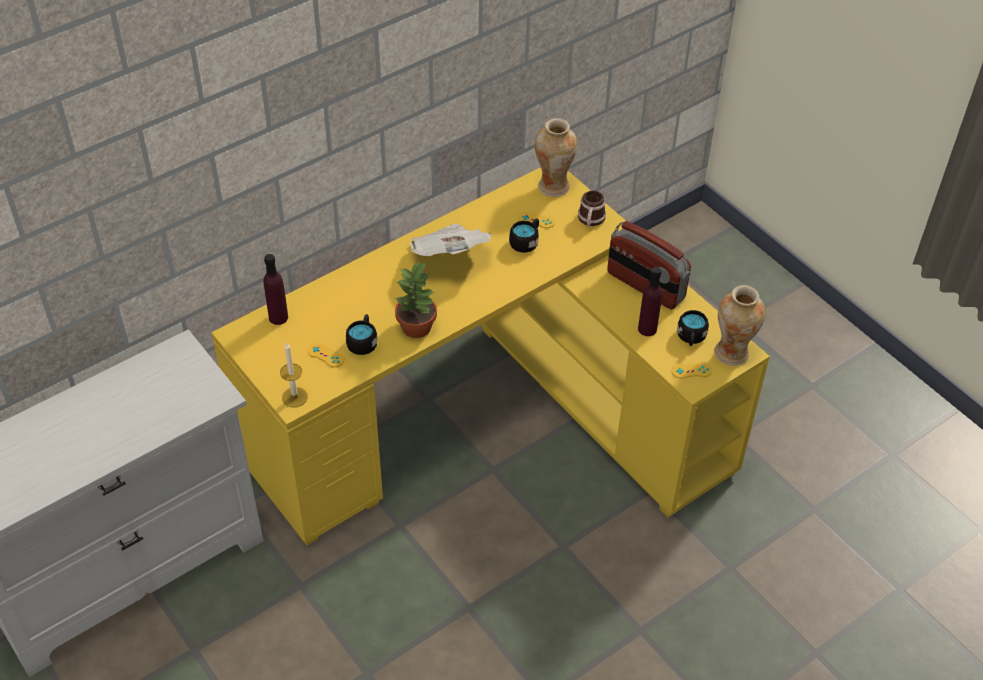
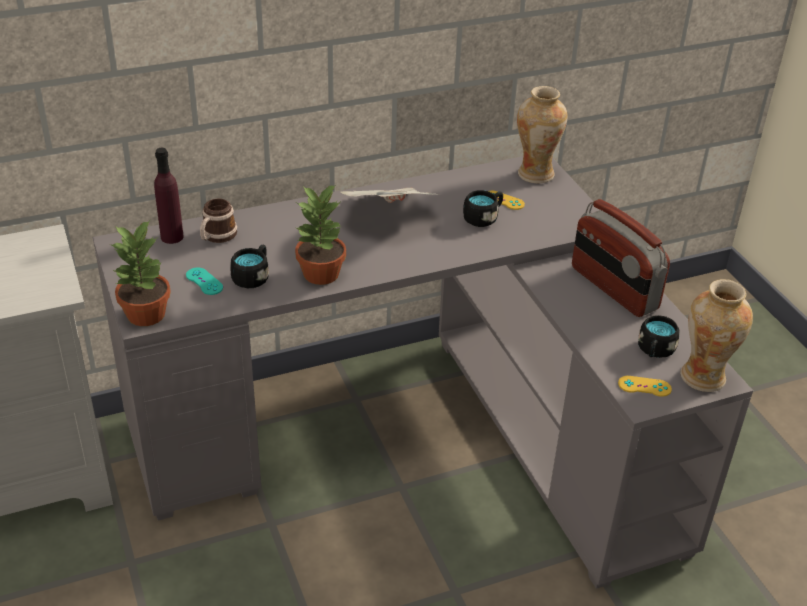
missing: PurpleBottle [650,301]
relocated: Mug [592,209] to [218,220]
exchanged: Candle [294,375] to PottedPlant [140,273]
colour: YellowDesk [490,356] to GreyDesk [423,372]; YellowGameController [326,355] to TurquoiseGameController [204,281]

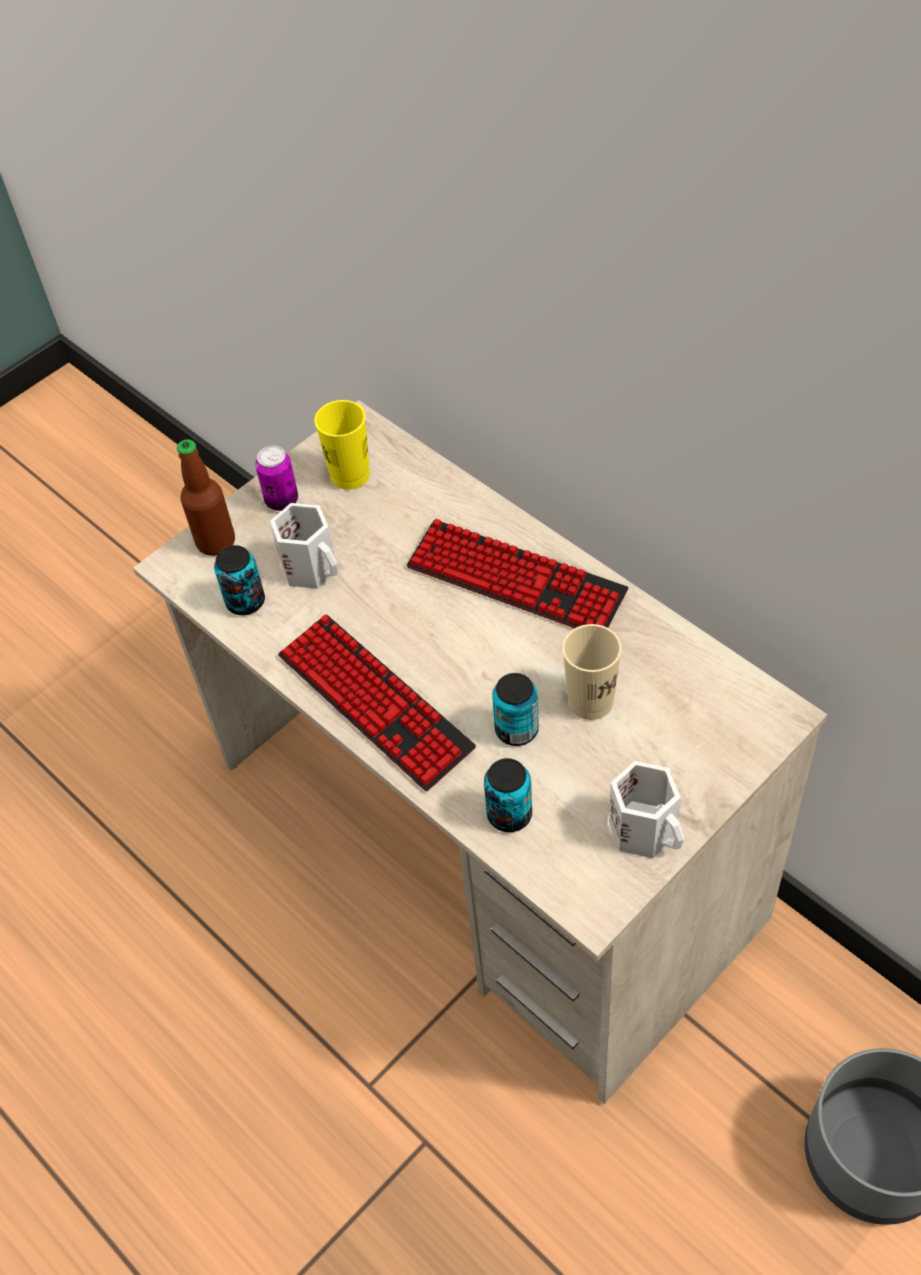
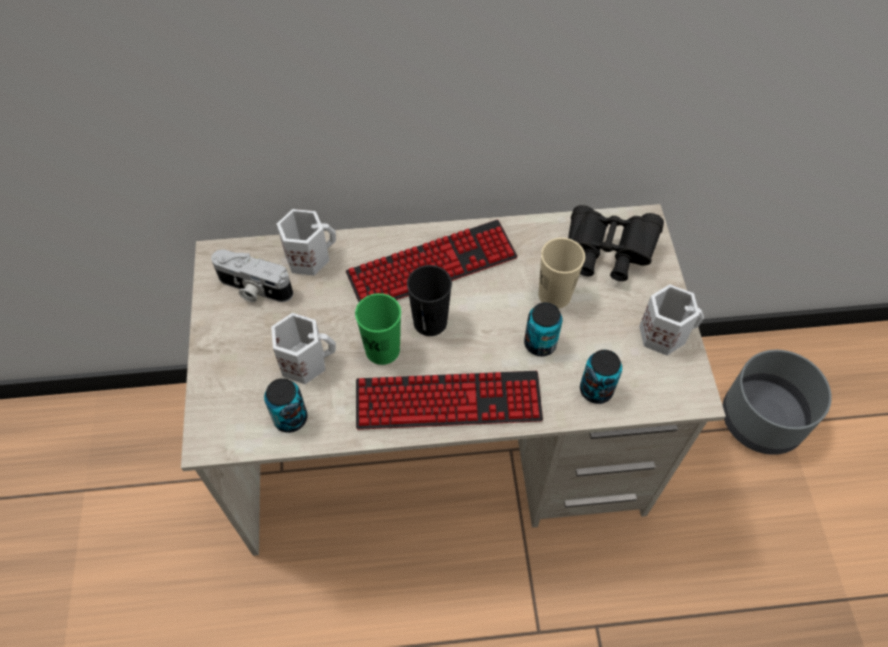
missing: Bottle [206,497]; Can [276,478]
appeared: WhiteMug [306,242]; GreenCup [378,329]; BlackCup [429,300]; BlackBinoculars [616,243]
exchanged: YellowCup [342,445] to PhotoCamera [252,275]

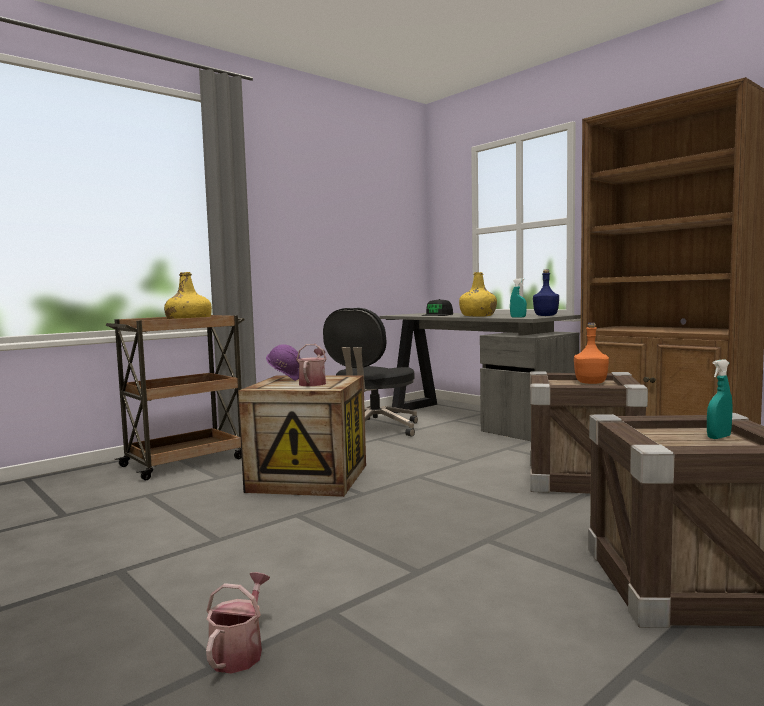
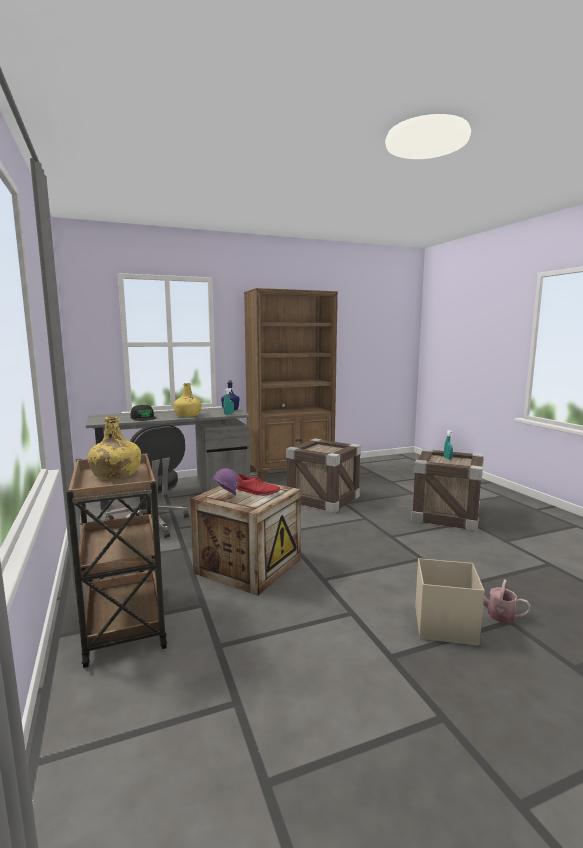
missing: OrangeBottle [591,353]
appeared: BeigeStorageBox [449,602]
exchanged: WateringCan [311,365] to RedShoe [259,485]

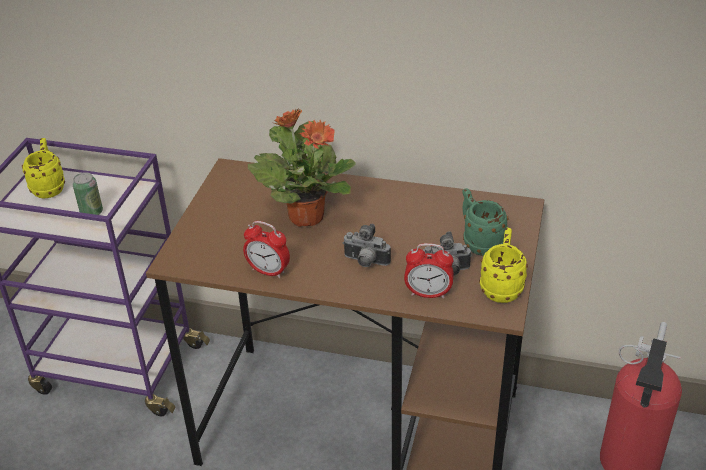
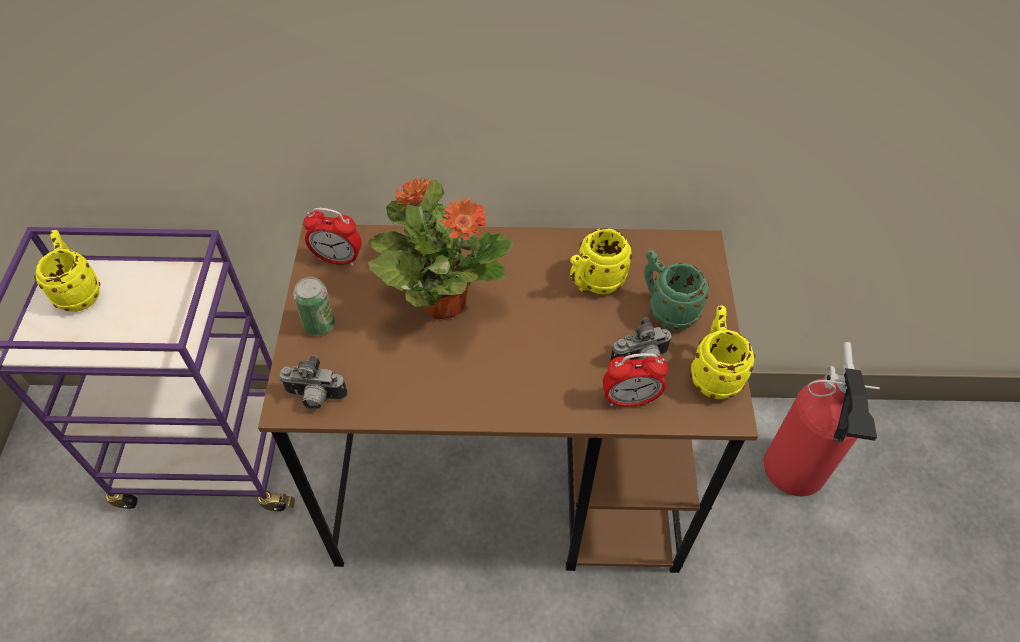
appeared: YellowMug [601,261]
relocated: Can [88,193] to [314,306]; AlarmClock [266,249] to [332,237]; PhotoCamera [367,245] to [313,382]

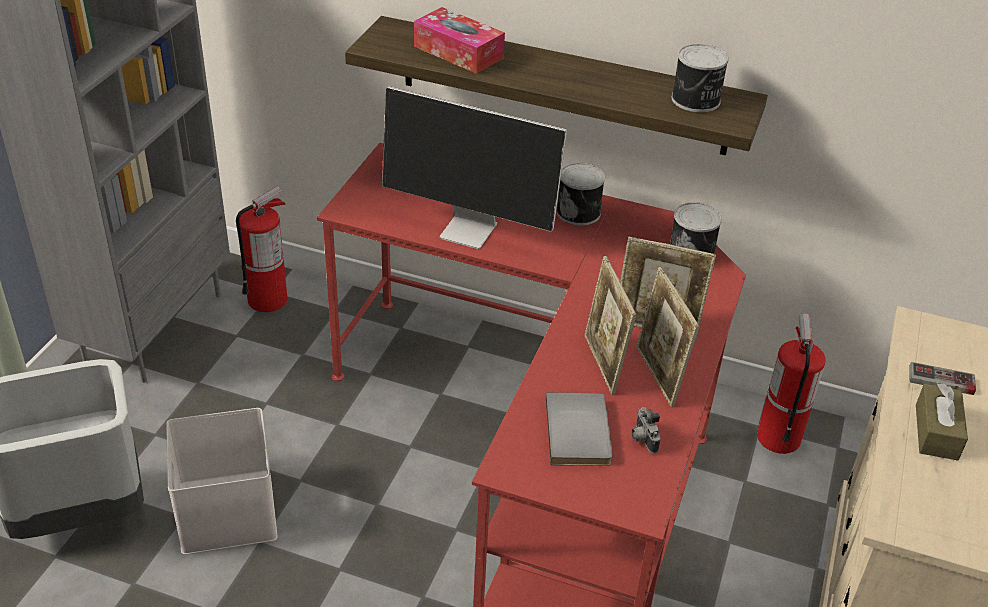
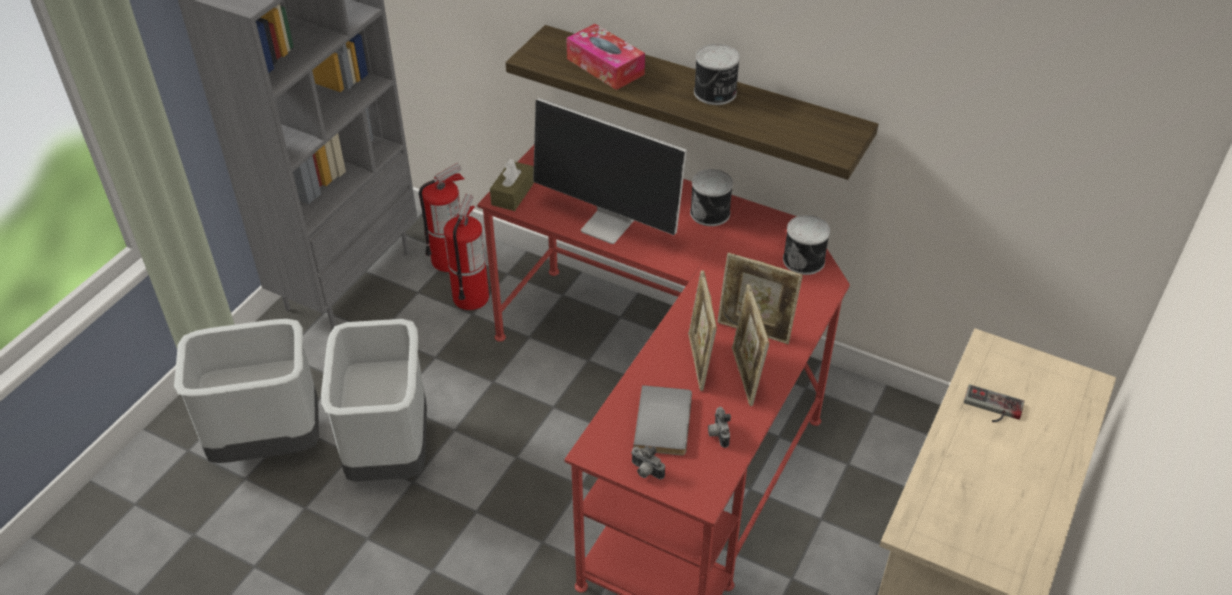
appeared: PhotoCamera [648,463]
relocated: Can [700,78] to [717,74]; FireExtinguisher [791,384] to [466,252]; BrownTissueBox [942,422] to [512,185]
exchanged: WhiteStorageBox [221,481] to GreyTrashCan [374,400]

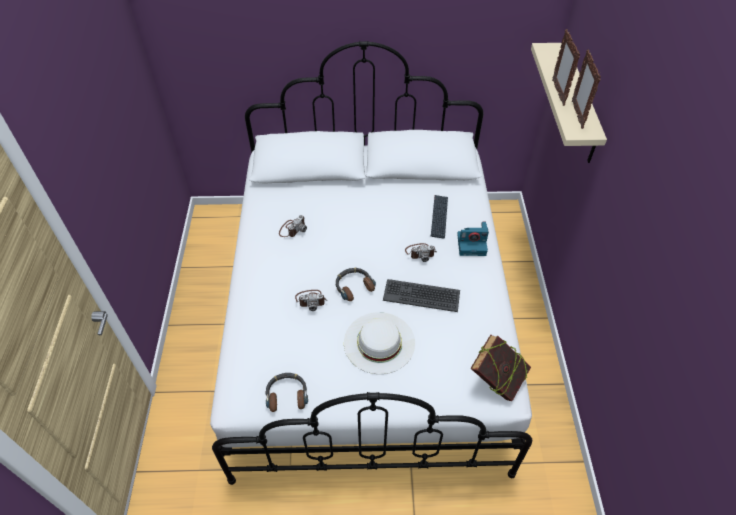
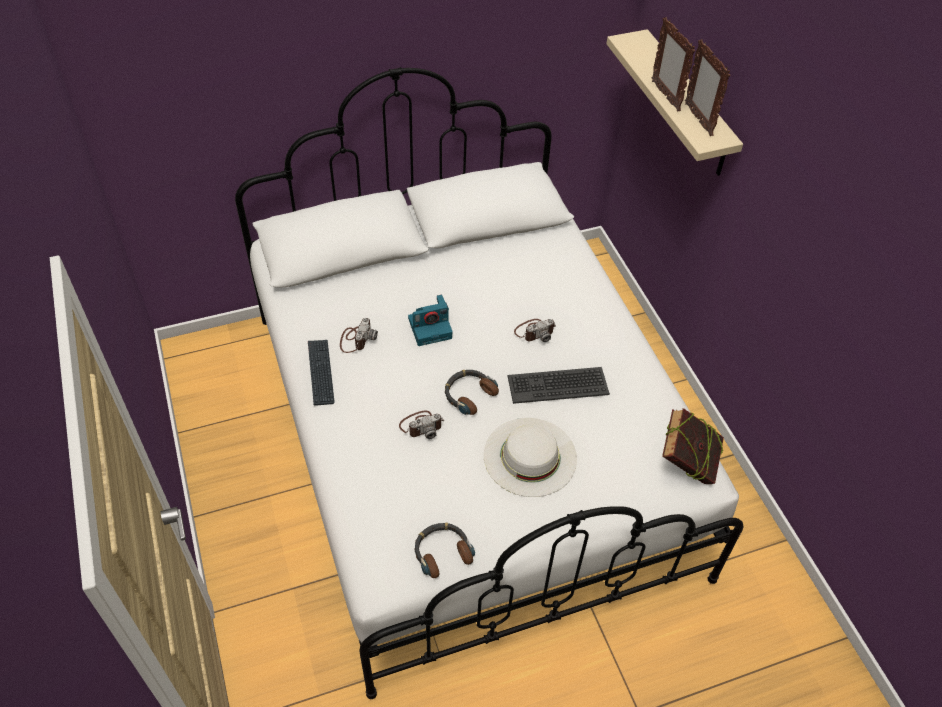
relocated: Keyboard [439,216] to [321,373]; PhotoCamera [473,239] to [430,320]

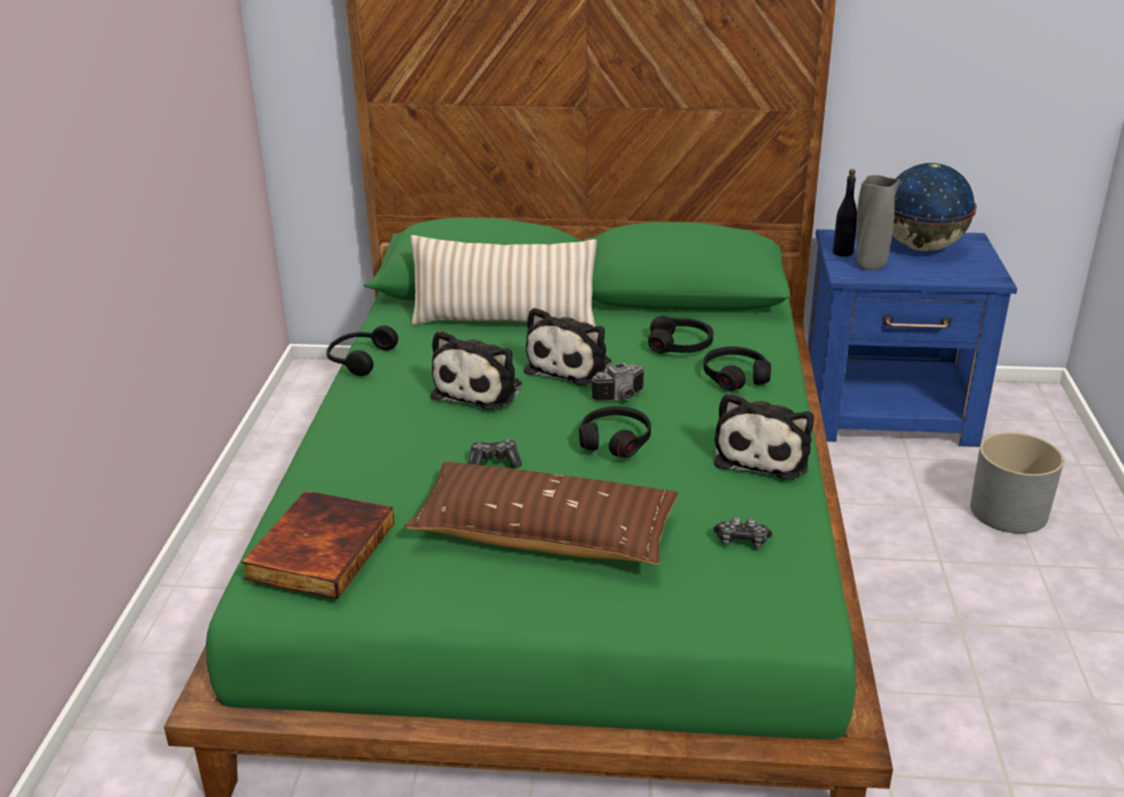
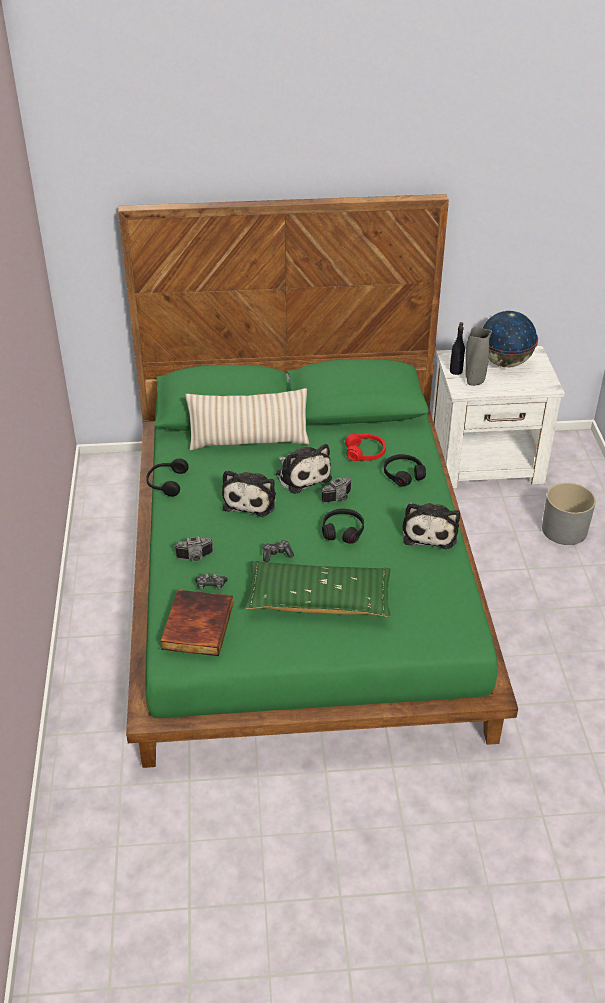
appeared: PhotoCamera [193,548]
relocated: GameController [743,533] to [211,581]
colour: BrownPillow [541,513] to GreenPillow [318,589]; BlackHeadphones [680,334] to RedHeadphones [365,447]; BlueNightstand [912,338] to WhiteNightstand [498,417]
spun: PlushToy [567,346] = [304,469] 45 degrees counterclockwise

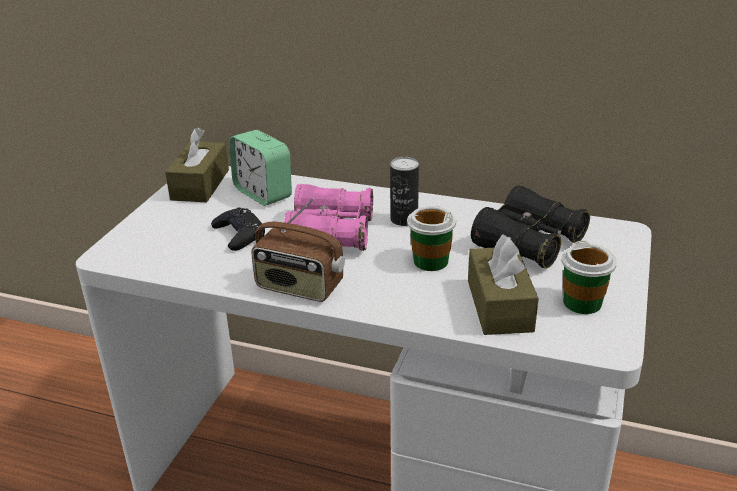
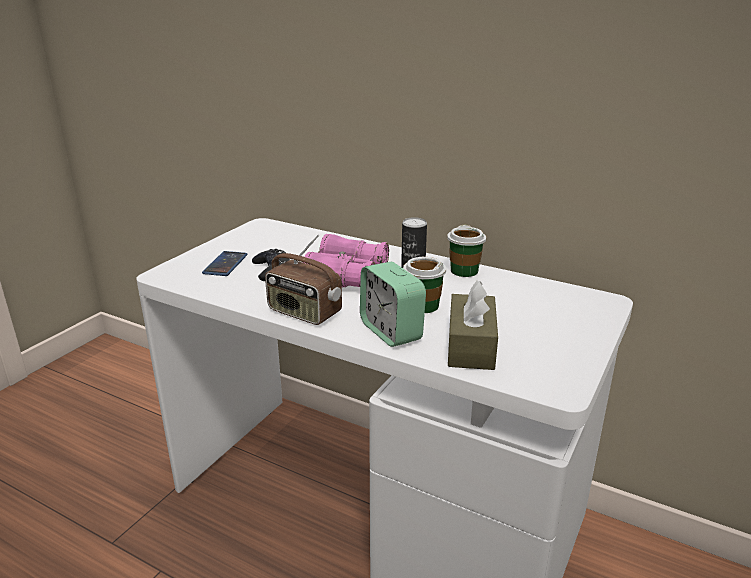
missing: BrownTissueBox [197,165]; BlackBinoculars [530,226]
appeared: Phone [225,263]
relocated: AlarmClock [260,168] to [393,304]; Cup [589,277] to [466,251]

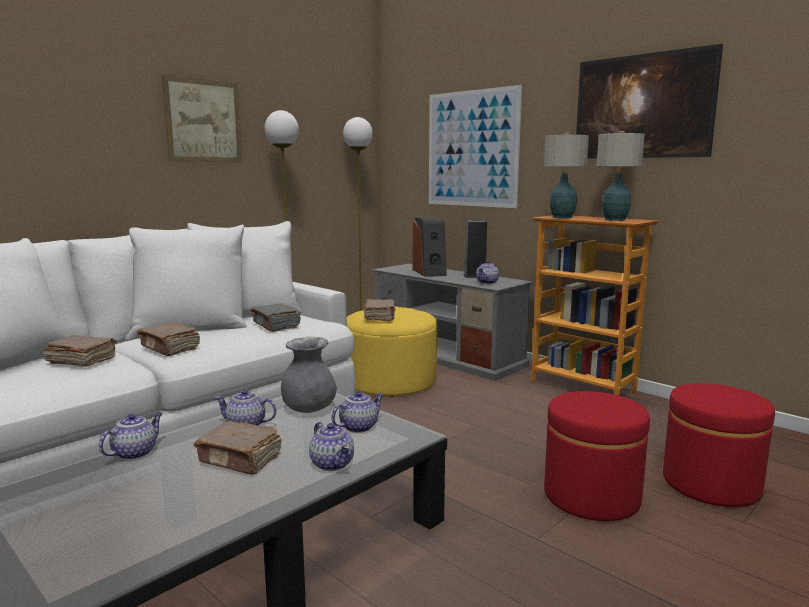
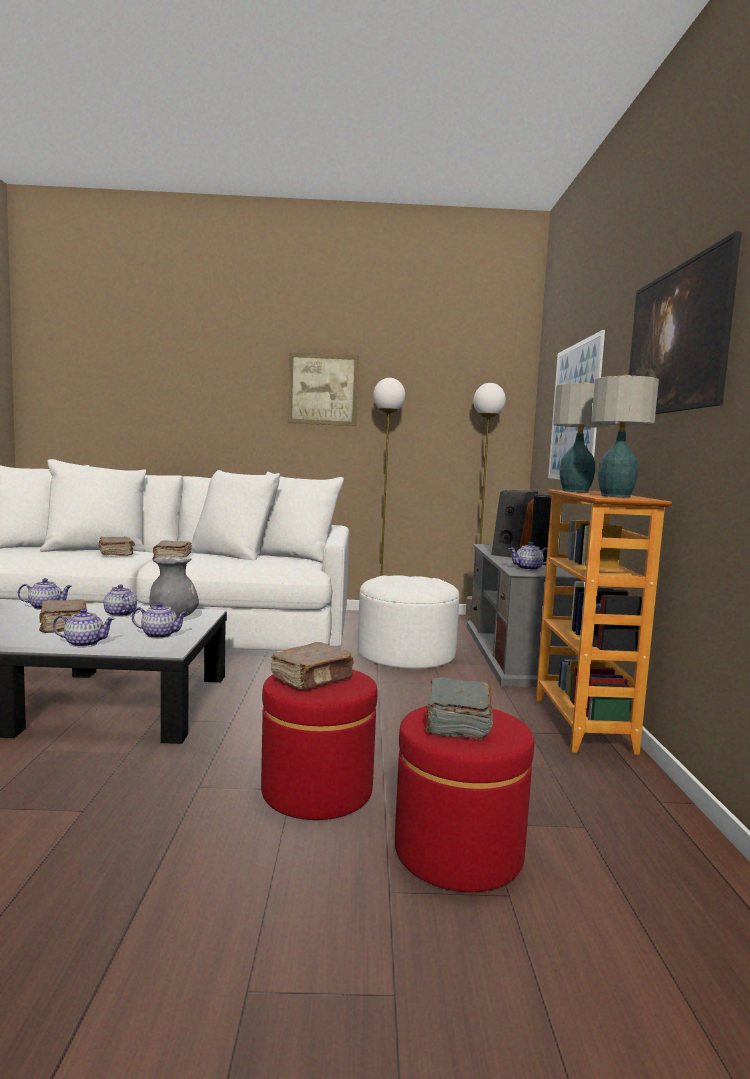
relocated: GreyBook [276,317] to [459,708]; BrownBook [379,310] to [312,665]
colour: YellowOttoman [392,351] to WhiteOttoman [408,622]
spun: Teapot [331,446] = [84,628] 105 degrees counterclockwise

